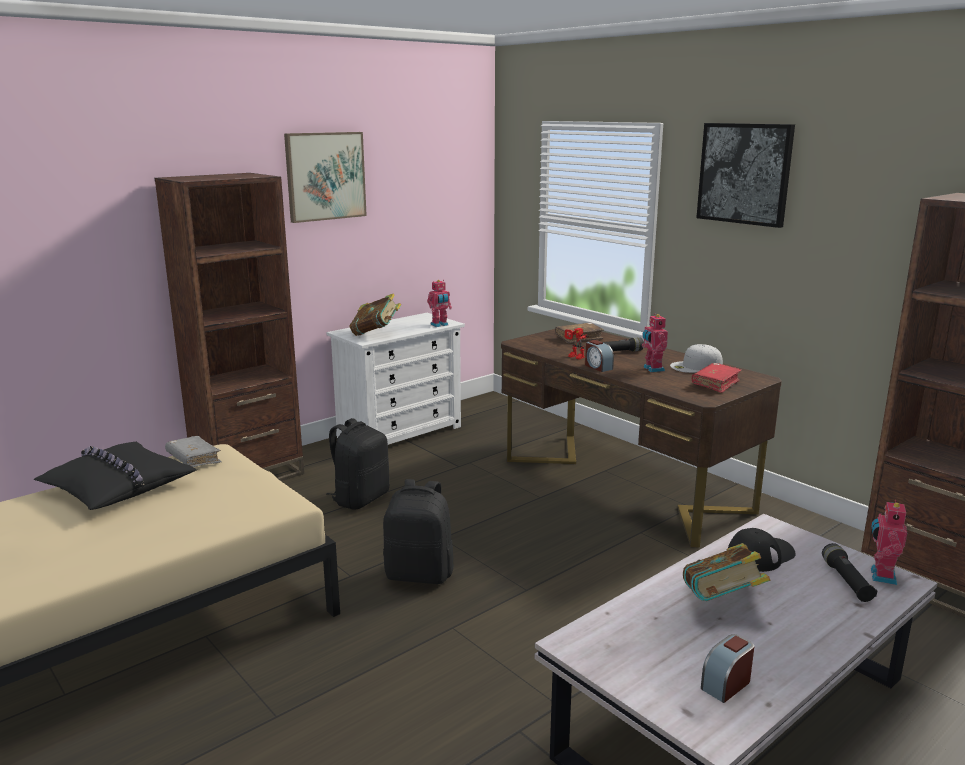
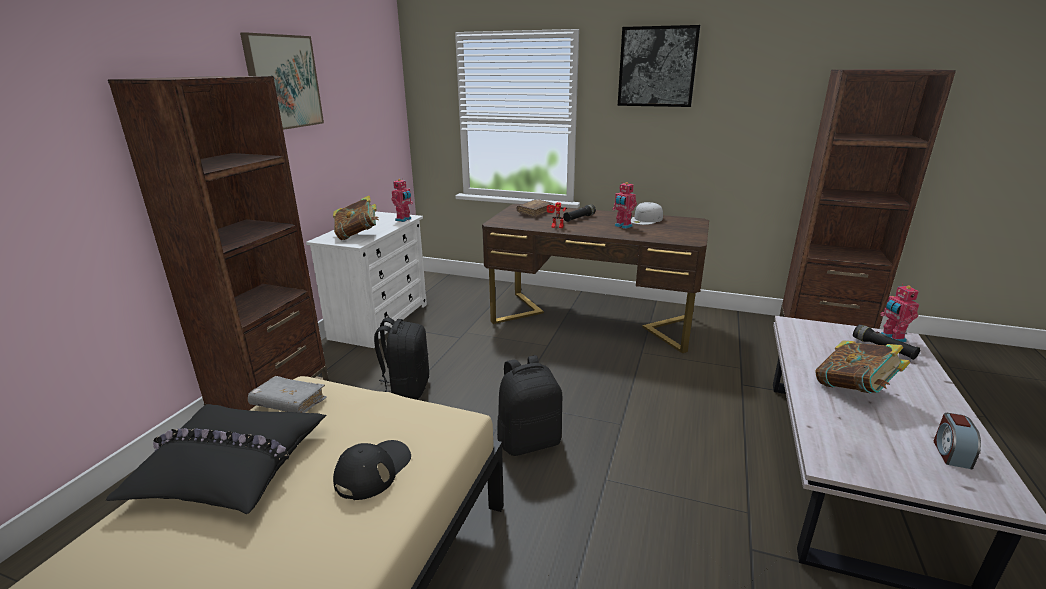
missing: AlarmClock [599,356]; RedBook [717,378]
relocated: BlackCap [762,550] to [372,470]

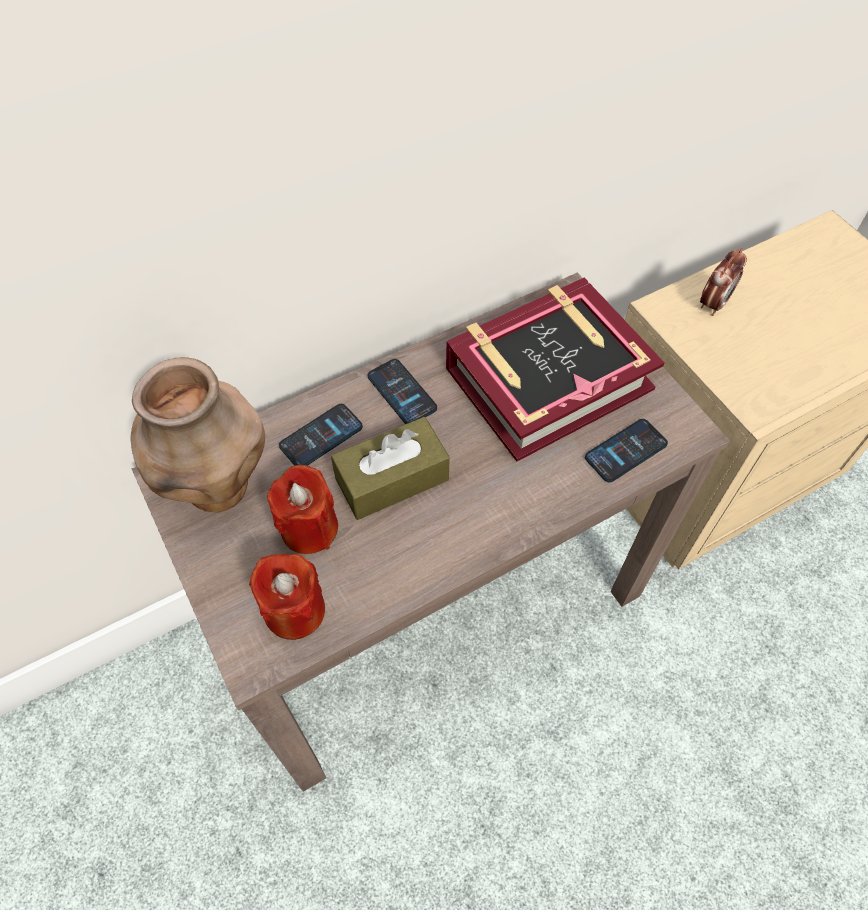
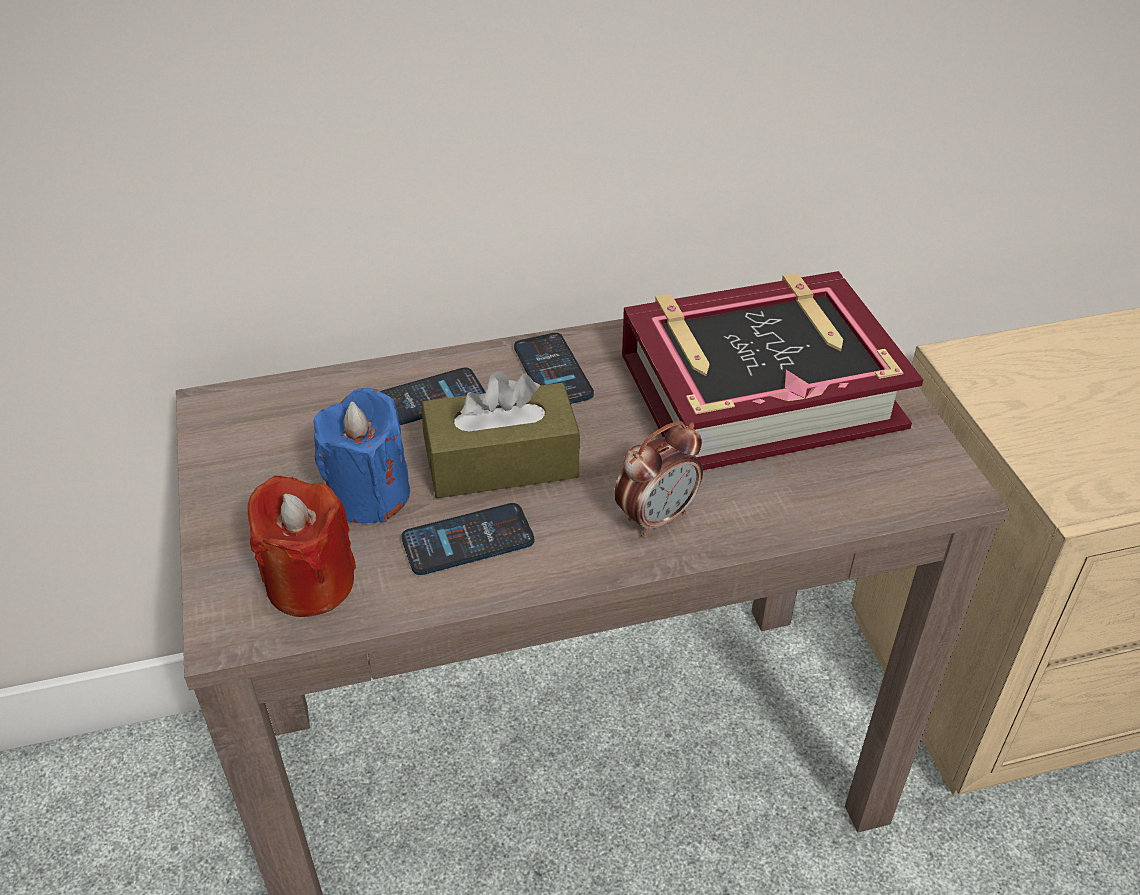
missing: BrownVase [198,434]
relocated: Phone [626,451] to [467,539]; AlarmClock [723,282] to [658,479]
colour: RedCandle [302,509] to BlueCandle [361,455]

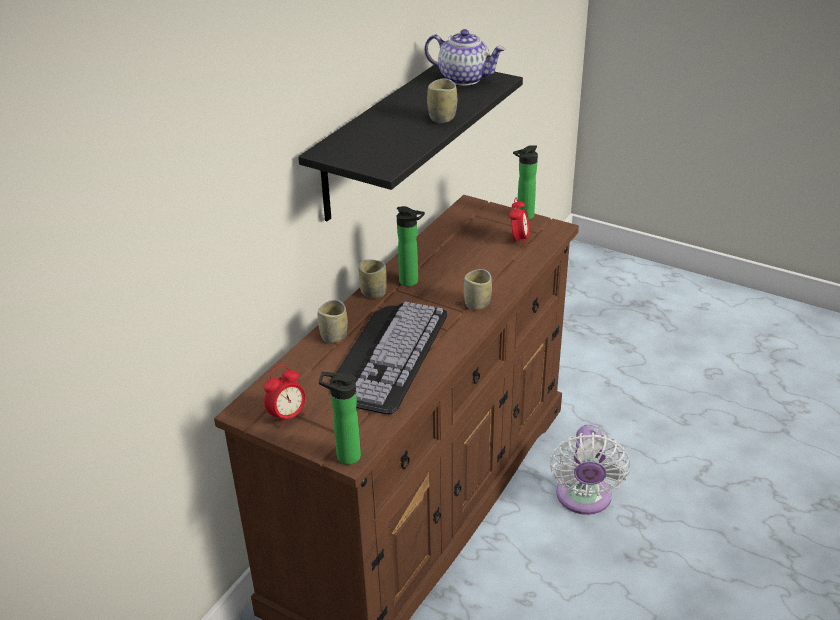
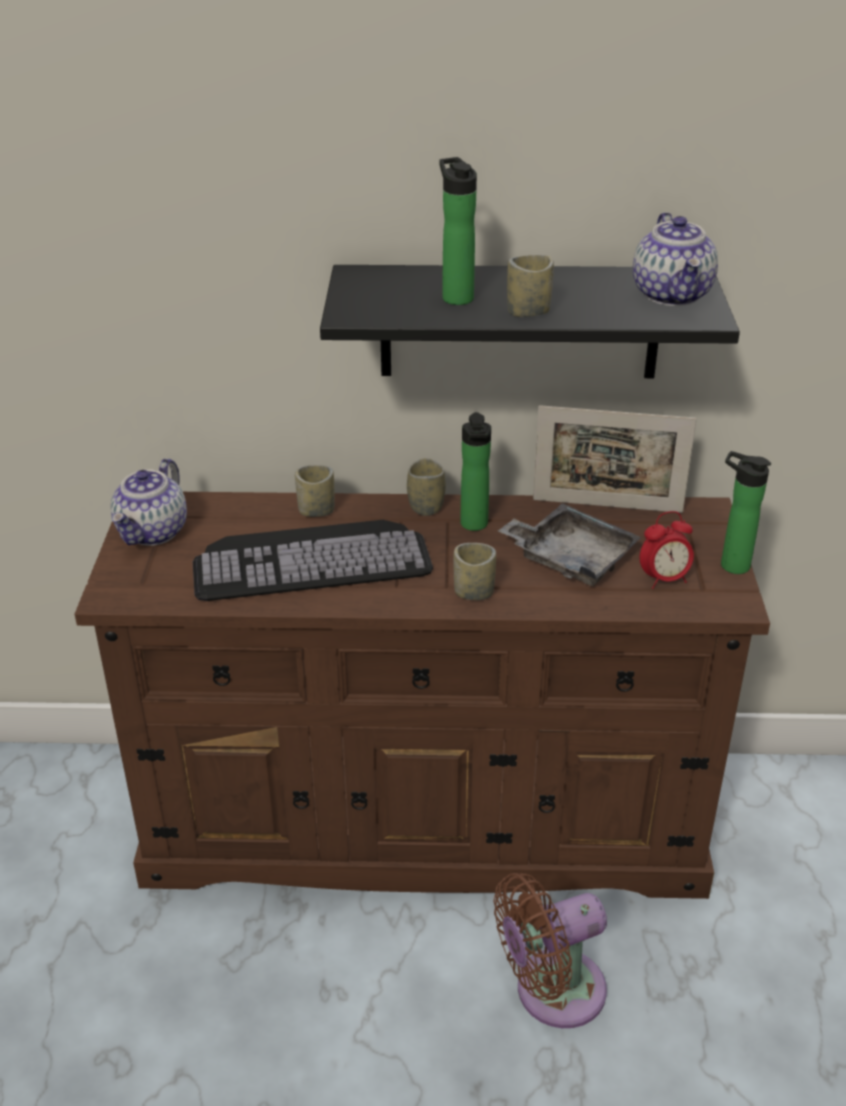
appeared: GreyTray [570,544]; PictureFrame [615,459]
relocated: Bottle [340,418] to [458,231]
exchanged: AlarmClock [284,396] to Teapot [149,502]
colour: WhiteFan [590,470] to BrownFan [550,950]

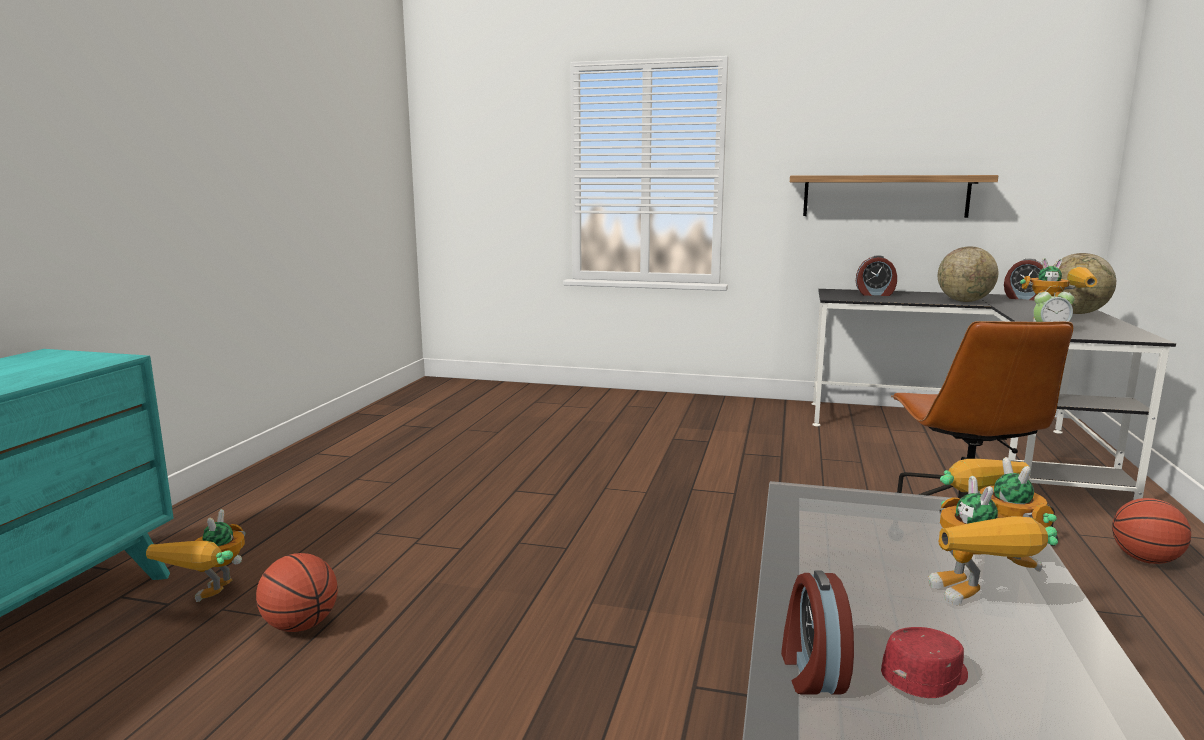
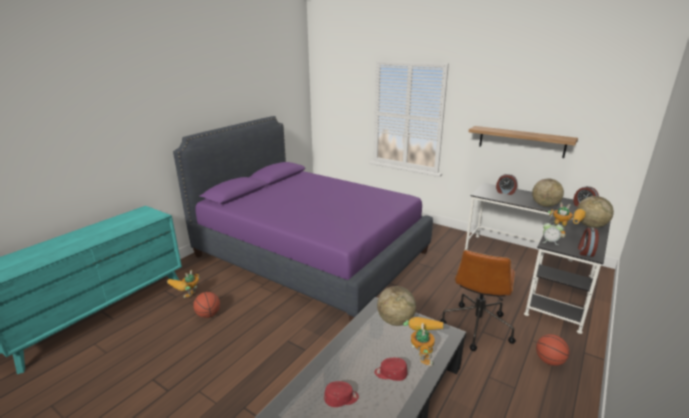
appeared: PurpleBed [303,219]; Globe [396,306]
relocated: AlarmClock [817,632] to [588,242]
exchanged: ToyRobot [993,540] to RedCap [391,369]

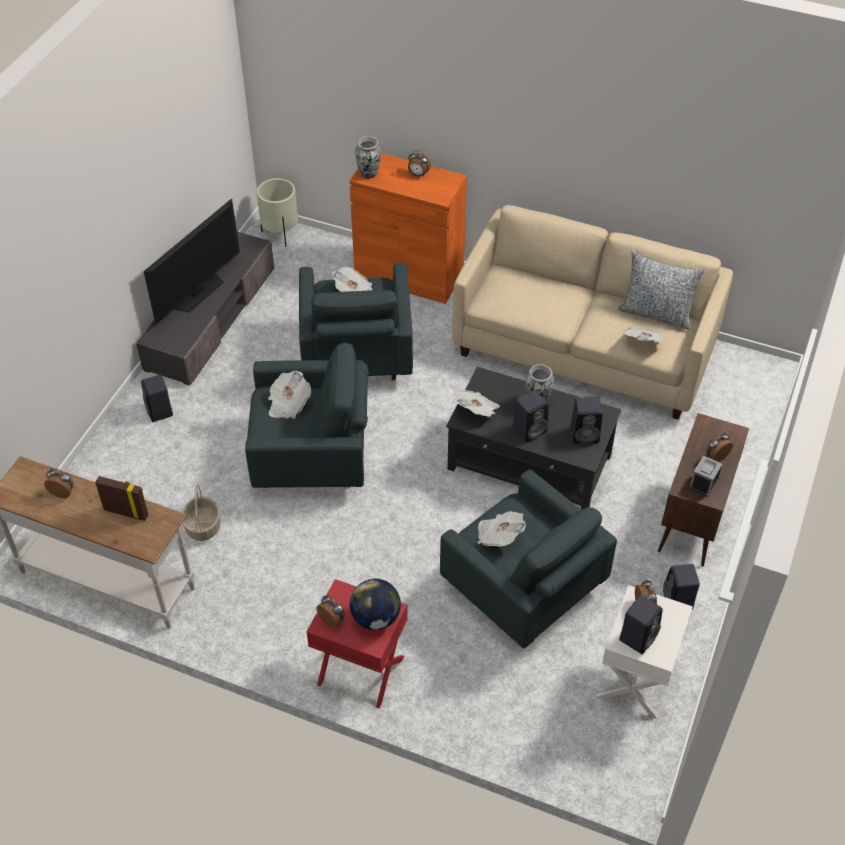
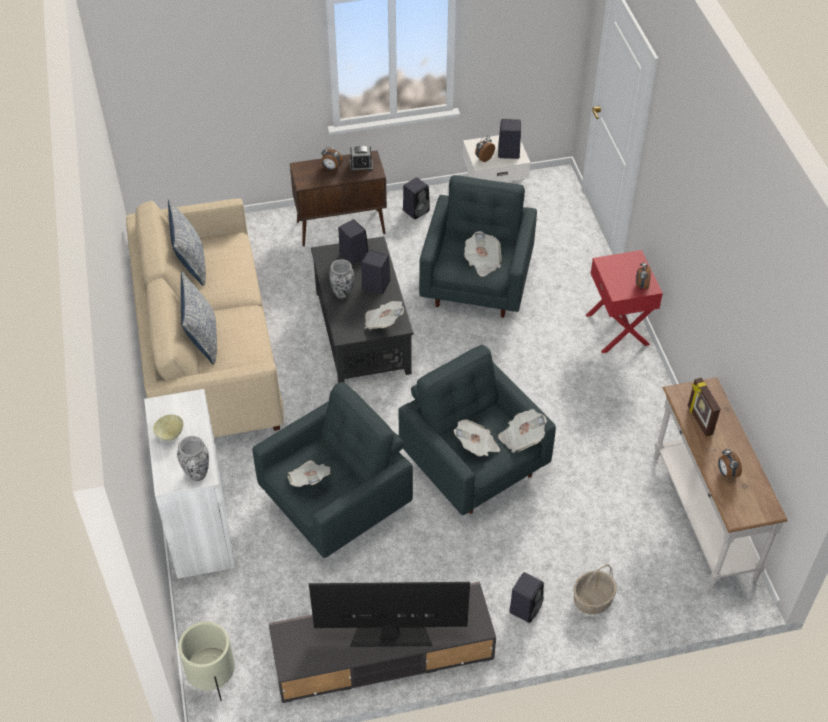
missing: Globe [375,604]
appeared: Pillow [199,318]
relocated: Basket [201,513] to [595,589]; Newspaper [645,334] to [522,431]
exchanged: AlarmClock [419,163] to BeigeBowl [168,427]
colour: OrangeCabinet [408,228] to WhiteCabinet [189,484]

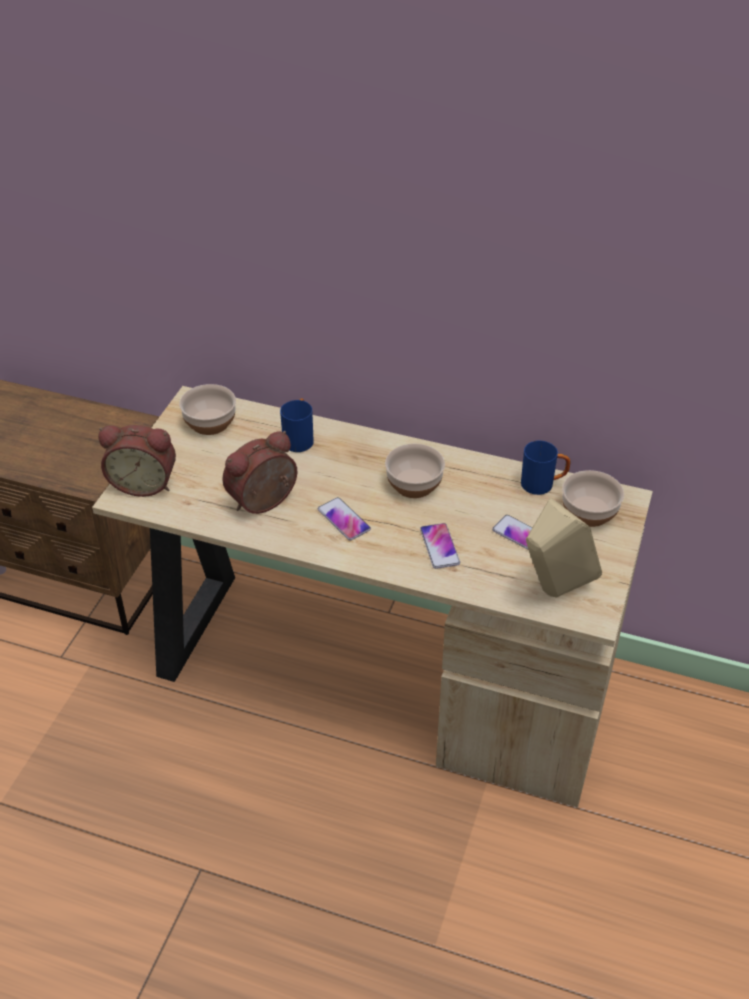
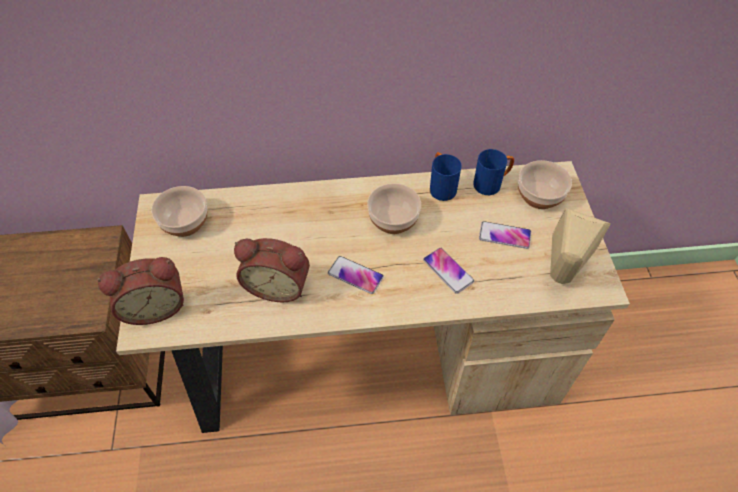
relocated: BlueMug [297,425] to [446,176]
spun: AlarmClock [259,472] = [272,270] 105 degrees counterclockwise

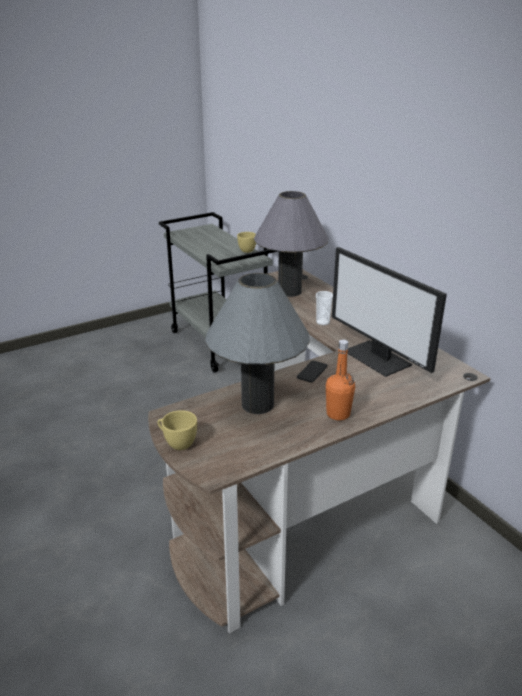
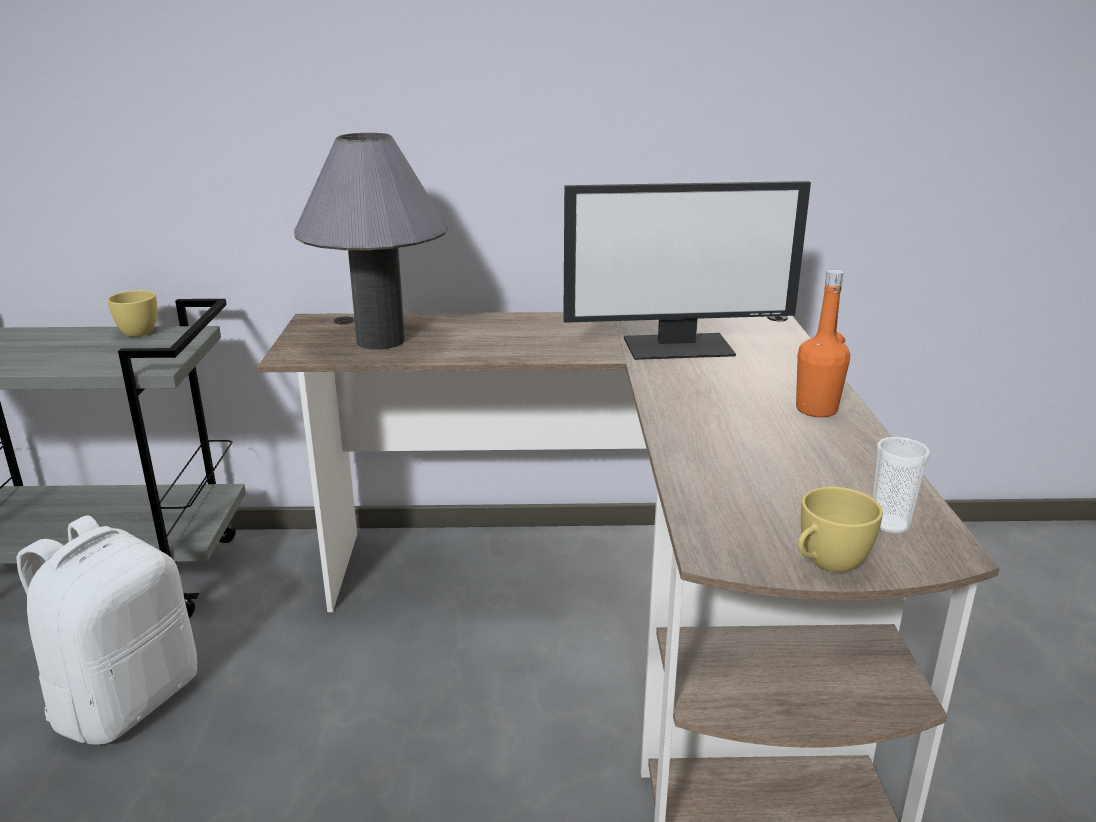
missing: GreyTableLamp [257,343]; Phone [312,372]
appeared: WhiteBackpack [106,630]
relocated: Cup [324,308] to [901,485]

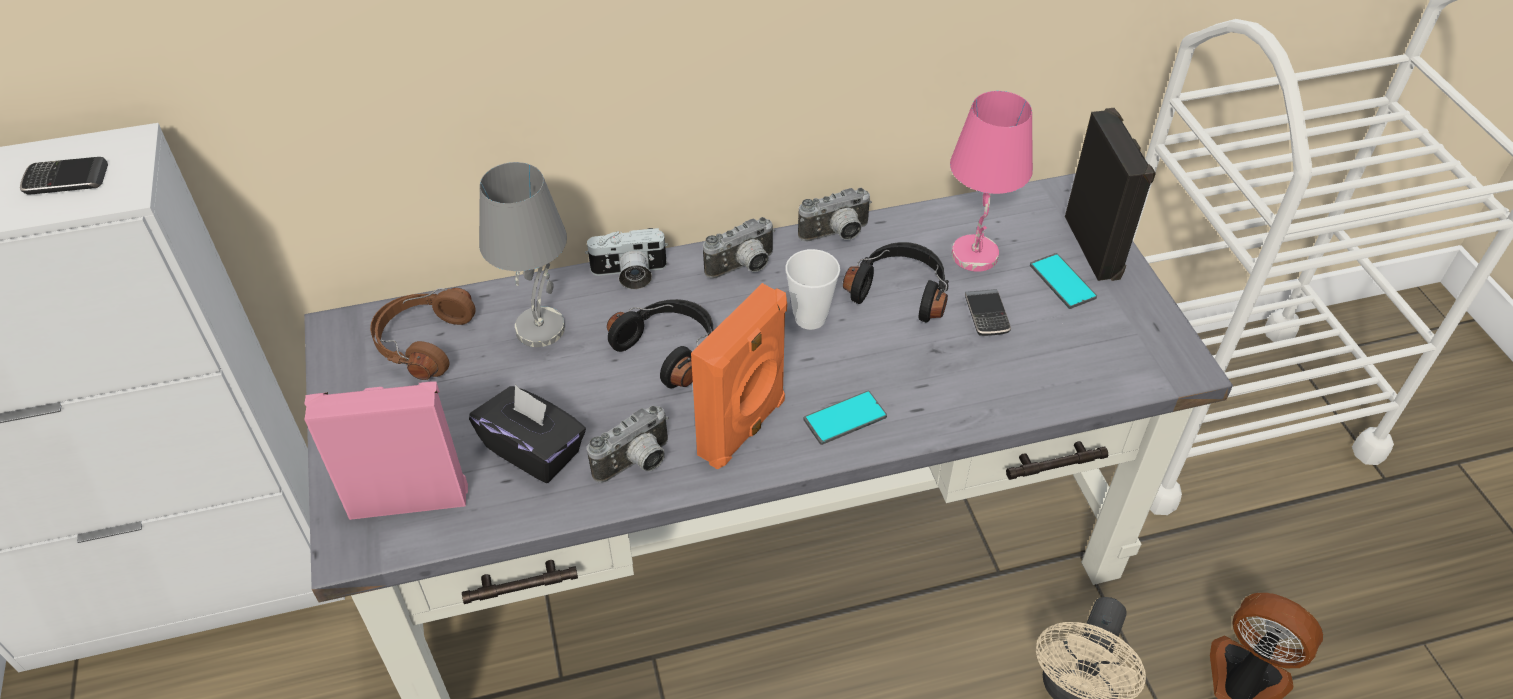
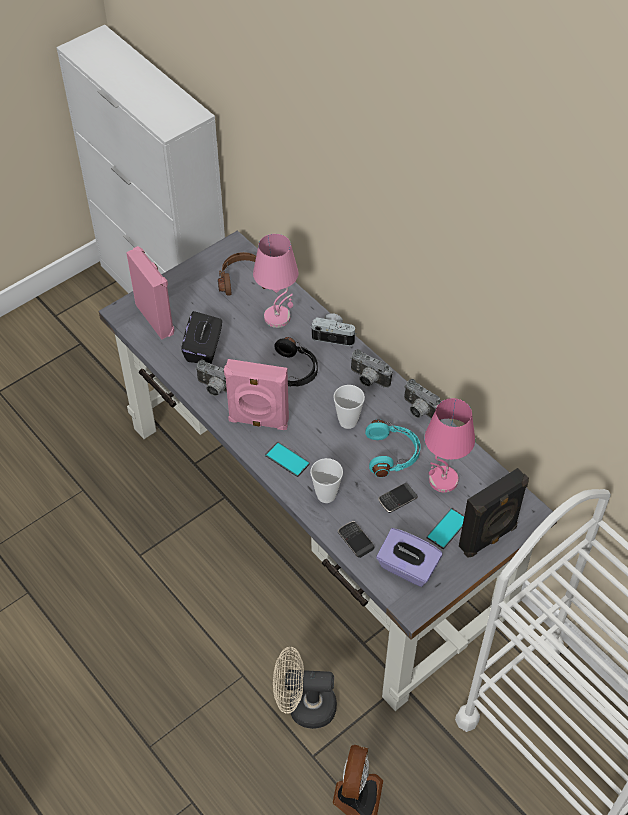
appeared: Cup [326,480]; PurpleTissueBox [409,557]
relocated: Phone [64,176] to [356,539]
colour: GreyTableLamp [523,254] to PinkTableLamp [275,281]; OrangeSpeaker [739,376] to PinkSpeaker [256,394]; BlackHeadphones [896,282] to TurquoiseHeadphones [393,448]
spun: PhotoCamera [626,258] = [333,329] 135 degrees clockwise

